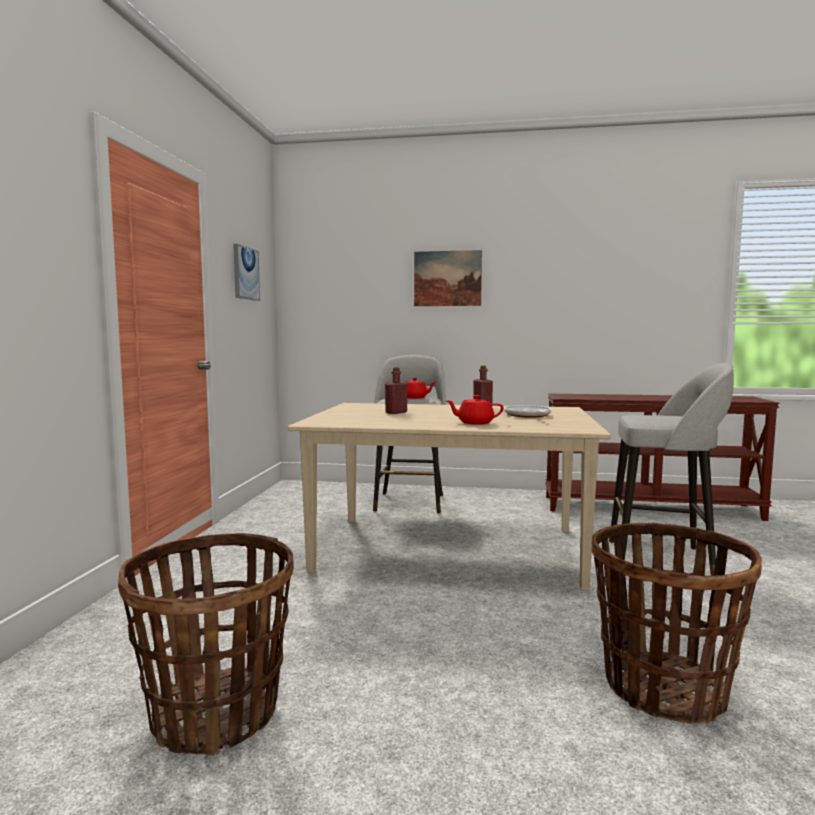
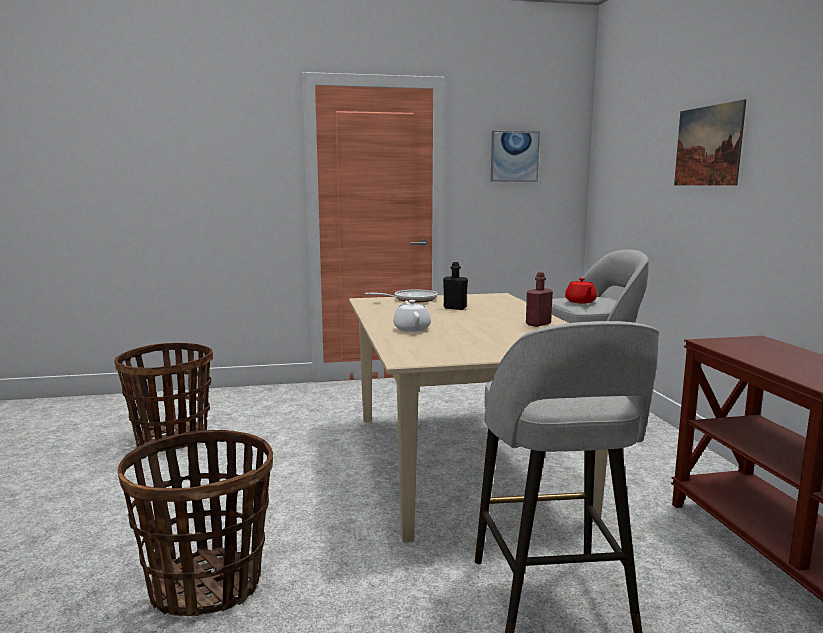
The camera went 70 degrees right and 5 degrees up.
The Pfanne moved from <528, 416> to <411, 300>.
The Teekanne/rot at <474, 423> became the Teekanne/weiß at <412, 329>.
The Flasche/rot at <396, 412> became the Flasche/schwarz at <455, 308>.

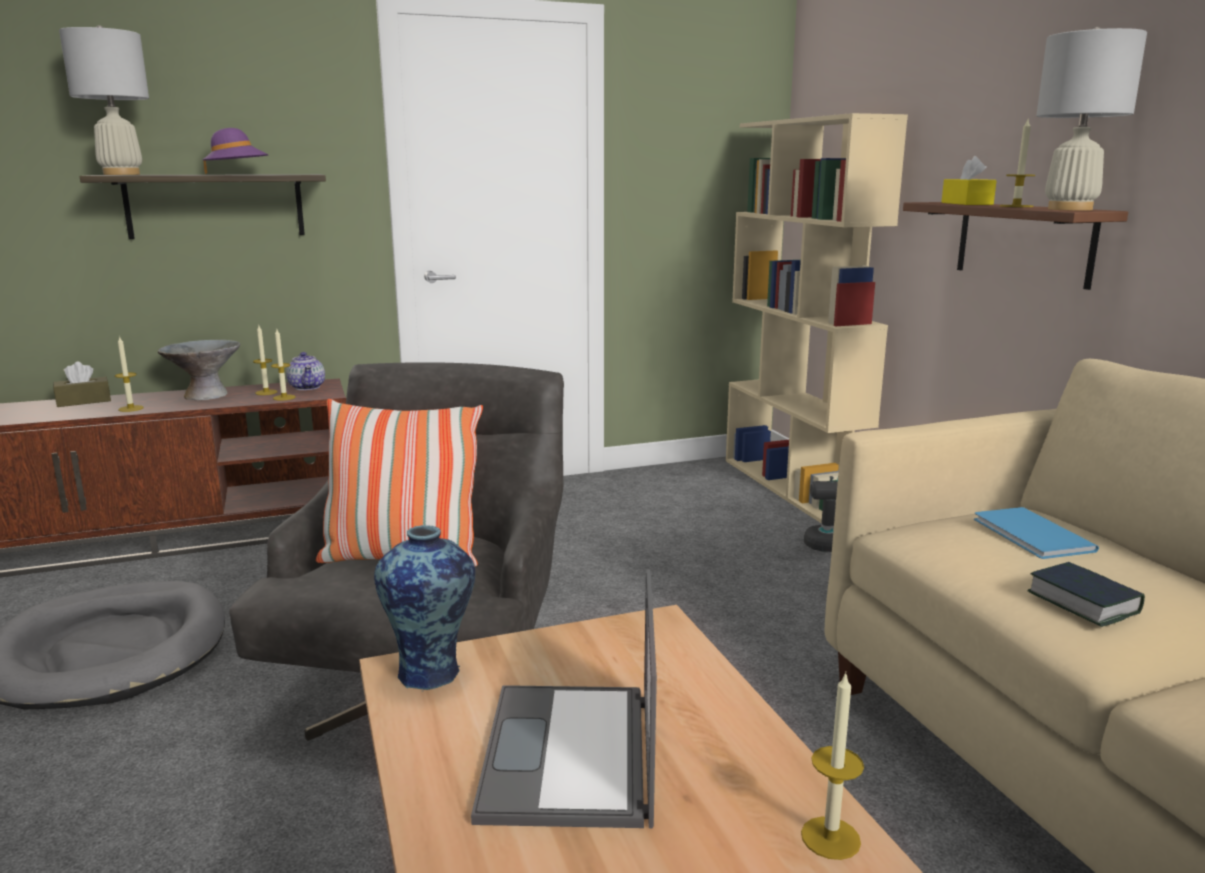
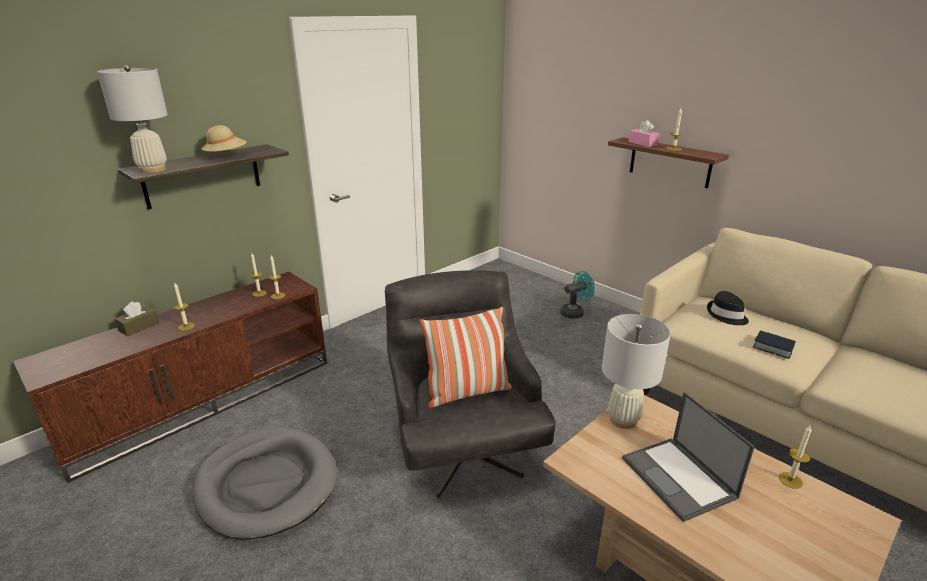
The camera went 25 degrees left and 10 degrees up.
The Hut/lila at <237, 174> became the Hut/beige at <226, 156>.
The Tischlampe/weiß moved from <1070, 209> to <623, 420>.
The Taschentuchbox/gelb at <966, 203> became the Taschentuchbox/rosa at <642, 143>.
The Buch/blau at <1032, 536> was replaced by the Hut/schwarz at <726, 315>.
The Schüssel/grau at <206, 395> disappeared.
The Teekanne at <307, 387> disappeared.
The Vase at <432, 672> disappeared.
The Bücherregal/beige at <793, 486> disappeared.

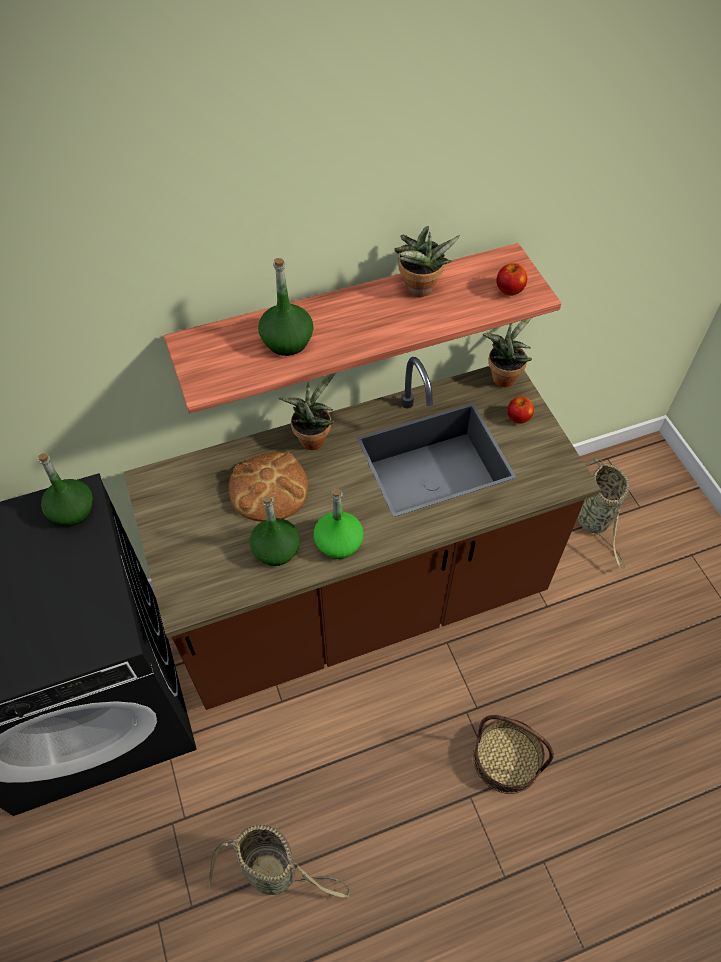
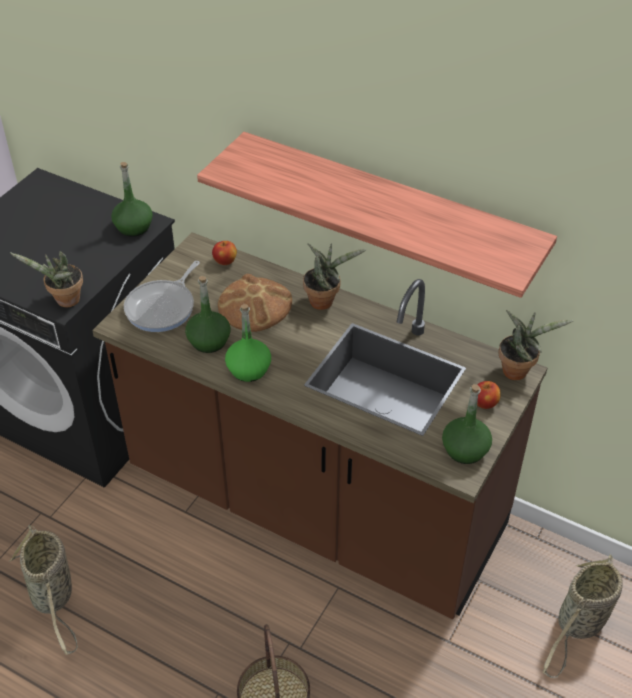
The camera went 50 degrees right and 10 degrees down.
The Topfpflanze moved from <419, 291> to <64, 301>.
The Pfanne at <163, 307> appeared.
The Apfel moved from <509, 290> to <225, 261>.
The Flasche/grün moved from <287, 341> to <465, 449>.

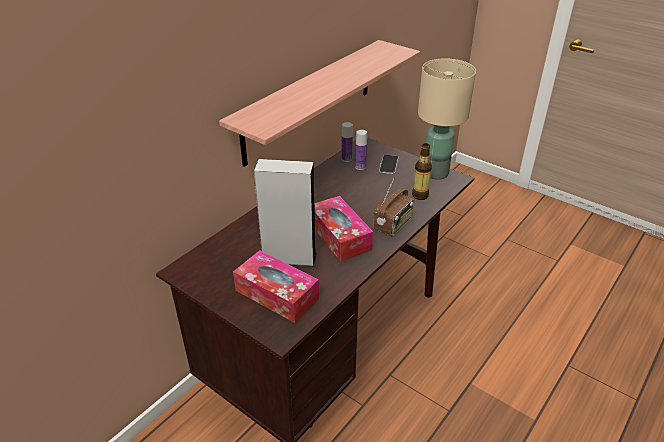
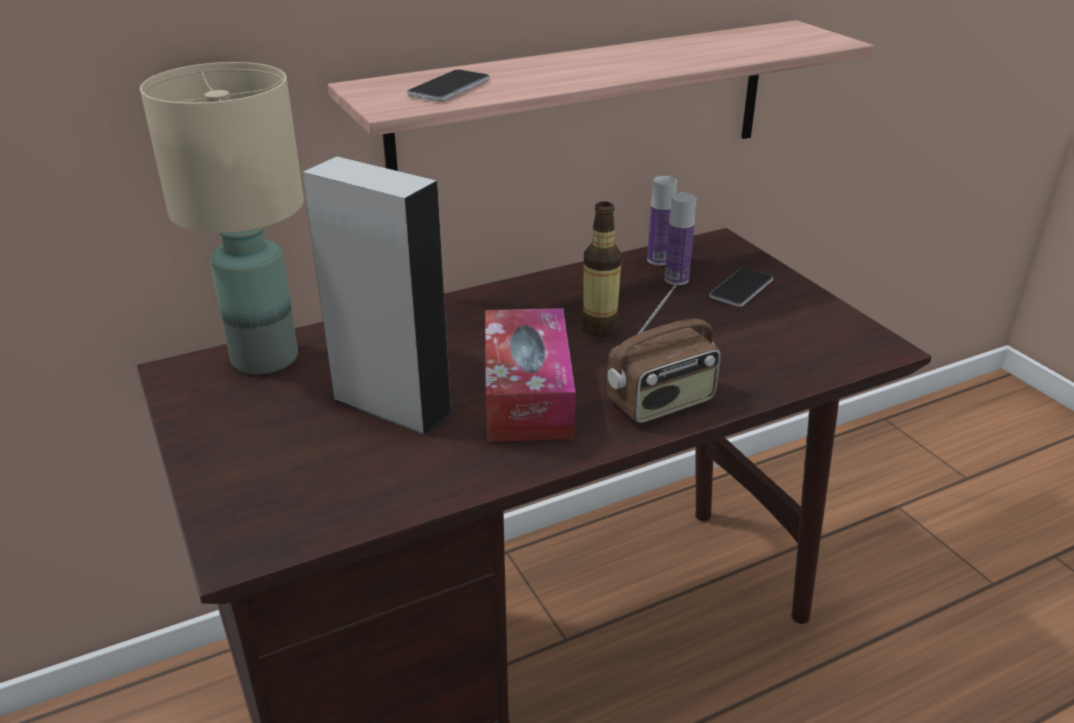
The camera went 25 degrees right and 5 degrees down.
The Tischlampe/beige moved from <435, 173> to <264, 359>.
The Handy at <449, 88> appeared.
The Flasche moved from <420, 195> to <599, 328>.
The Taschentuchbox at <277, 294> disappeared.

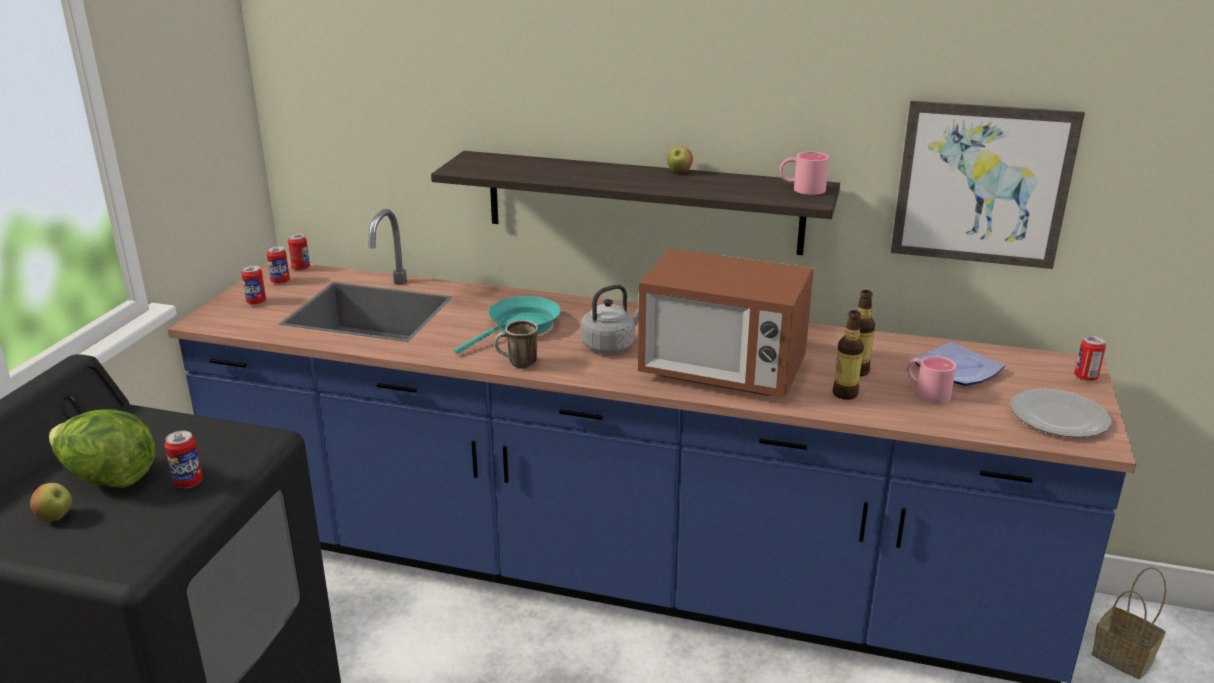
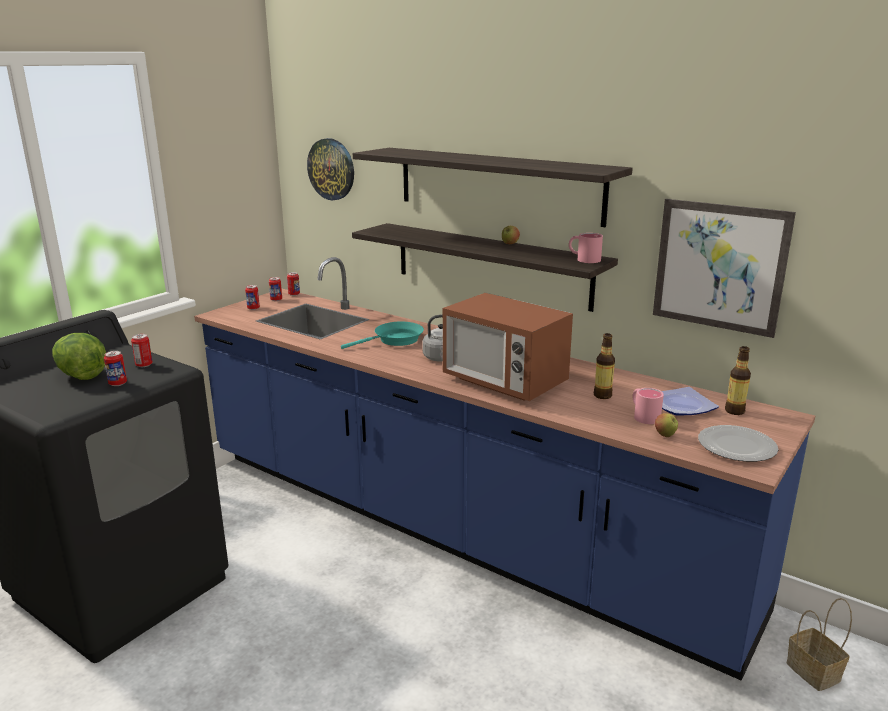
The camera went 20 degrees right and 5 degrees down.
The Dose moved from <1085, 377> to <144, 365>.
The Wanduhr at <331, 169> appeared.
The Wandregal at <497, 185> appeared.
The Apfel moved from <56, 517> to <665, 435>.
The Flasche moved from <845, 394> to <734, 411>.
The Henkelbecher at <517, 364> disappeared.

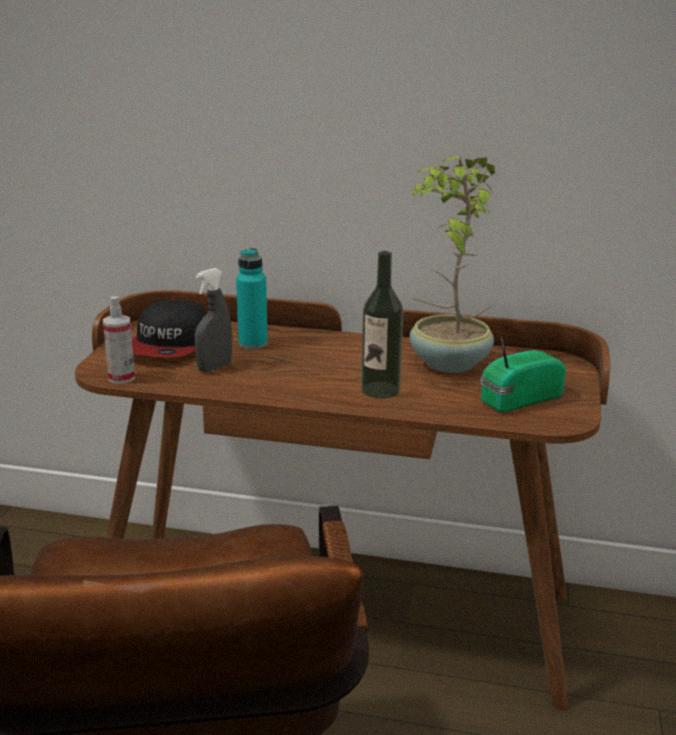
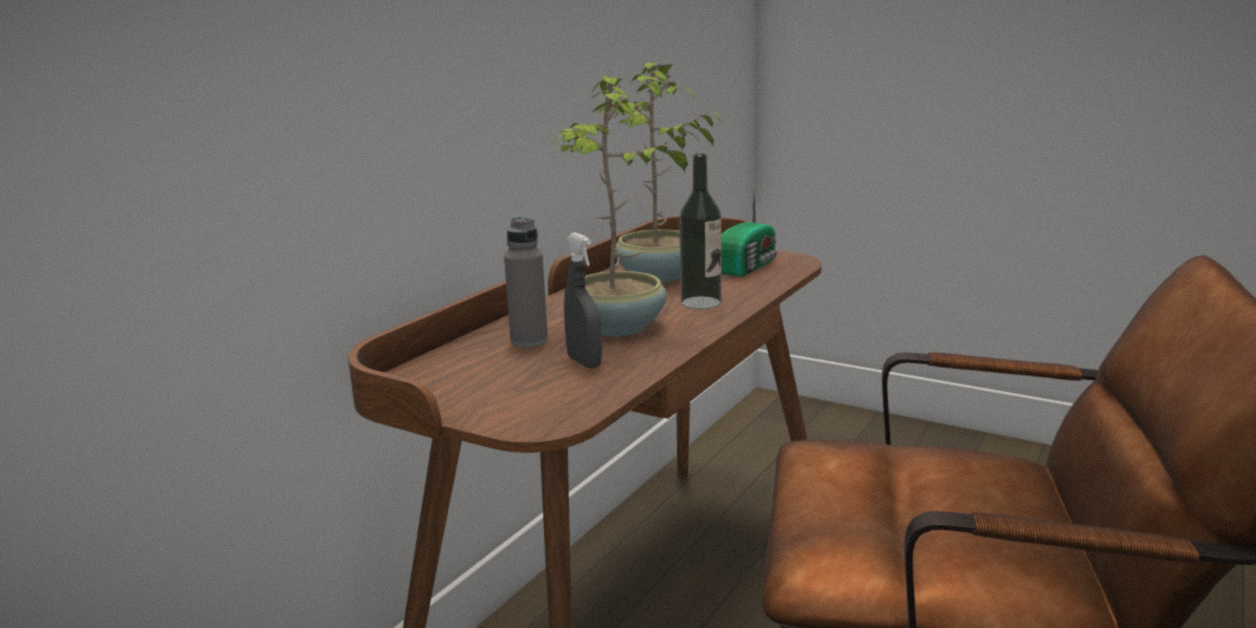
The camera went 70 degrees left and 5 degrees down.
The Flasche/türkis at <253, 344> became the Flasche/grau at <529, 341>.
The Topfpflanze at <618, 328> appeared.
The Radio at <517, 399> turned 135 degrees counterclockwise.
The Sprühflasche at <121, 378> disappeared.
The Kappe at <169, 346> disappeared.

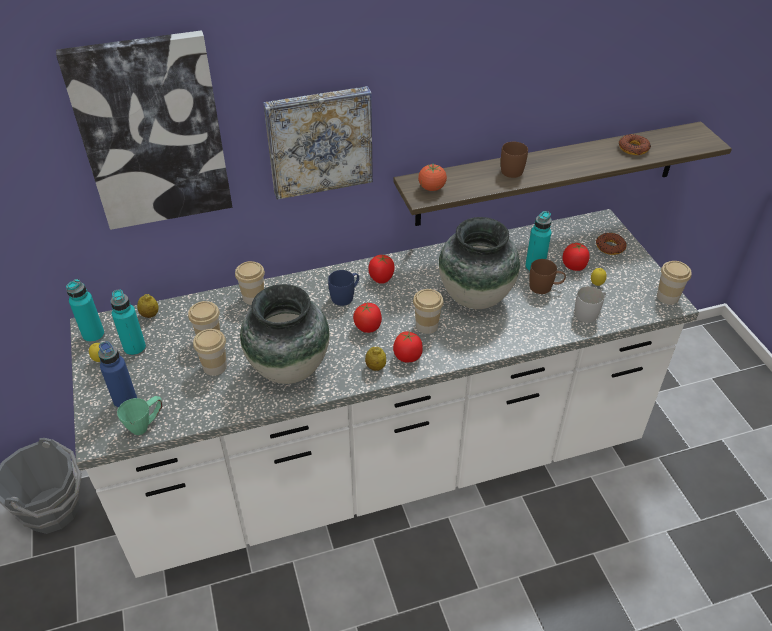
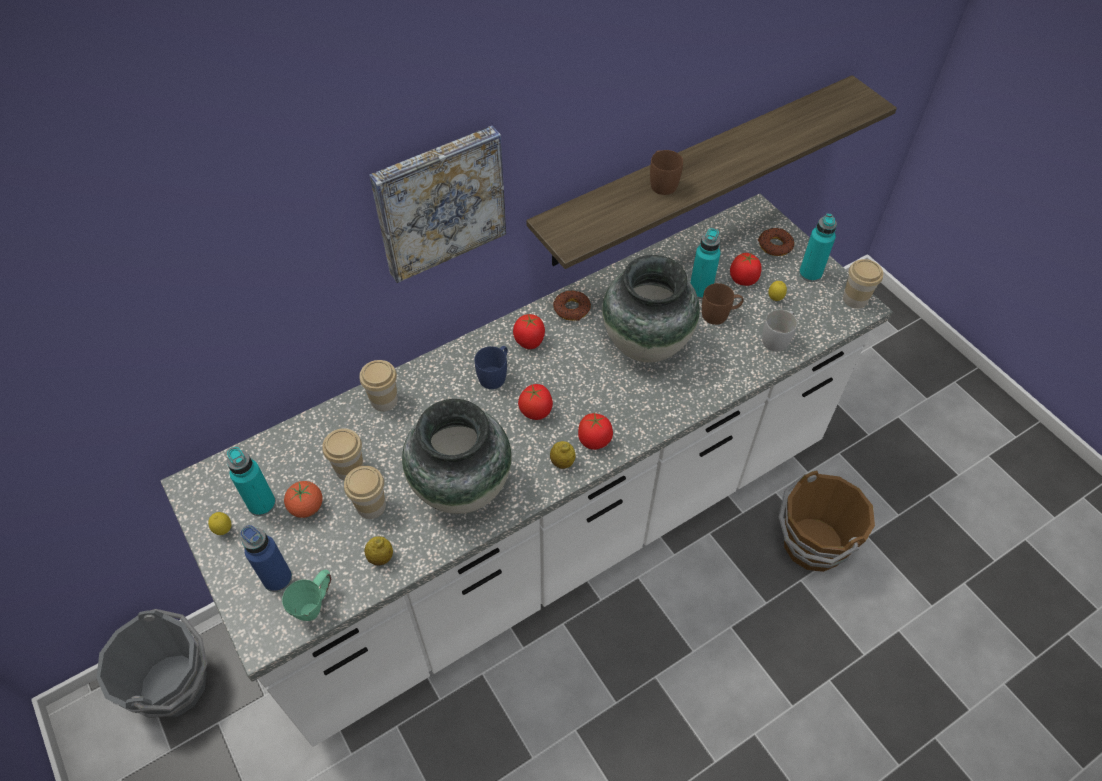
The camera went 15 degrees left and 10 degrees up.
The Tomate moved from <431, 188> to <307, 507>.
The Zitrone moved from <150, 315> to <381, 557>.
The Donut moved from <633, 148> to <572, 309>.
The Eimer/braun at <812, 544> appeared.
The Flasche/türkis moved from <94, 335> to <810, 274>.
The Bild at <152, 133> disappeared.
The Tasse at <427, 325> disappeared.

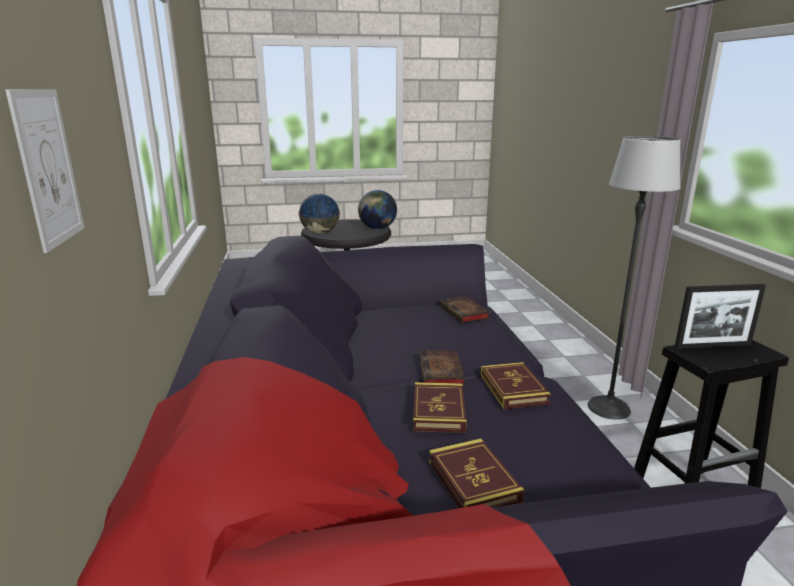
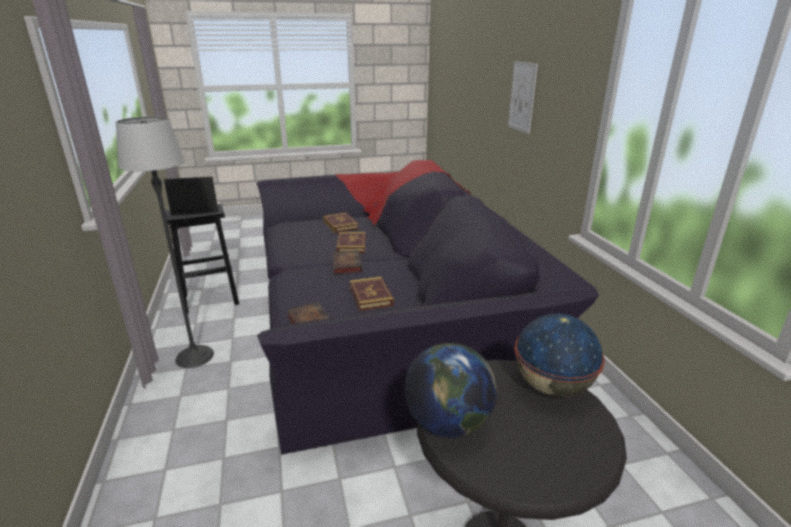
The camera went 175 degrees right and 5 degrees up.
The Buch moved from <513, 389> to <371, 296>.

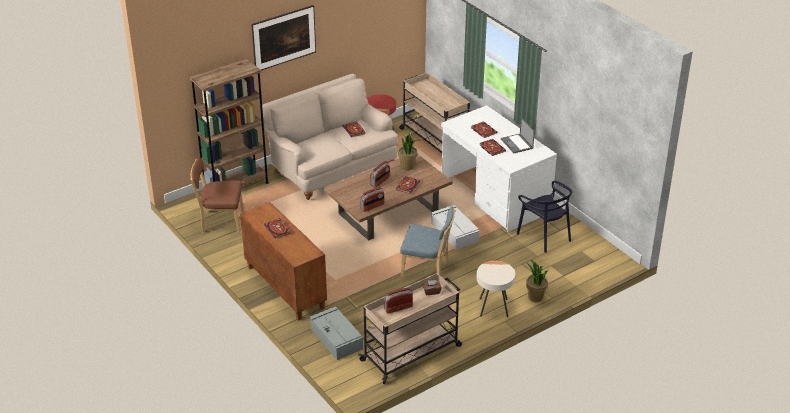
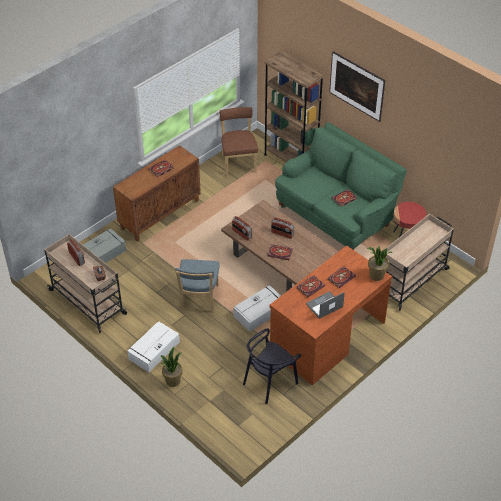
The camera went 80 degrees right and 10 degrees up.
The Beistelltisch/beige at <493, 308> was replaced by the Aufbewahrungsbox/weiß at <153, 351>.
The Schreibtisch/weiß at <494, 196> became the Schreibtisch/braun at <327, 337>.
The Sofa/beige at <332, 168> became the Sofa/grün at <336, 215>.
The Topfpflanze moved from <407, 166> to <376, 276>.

